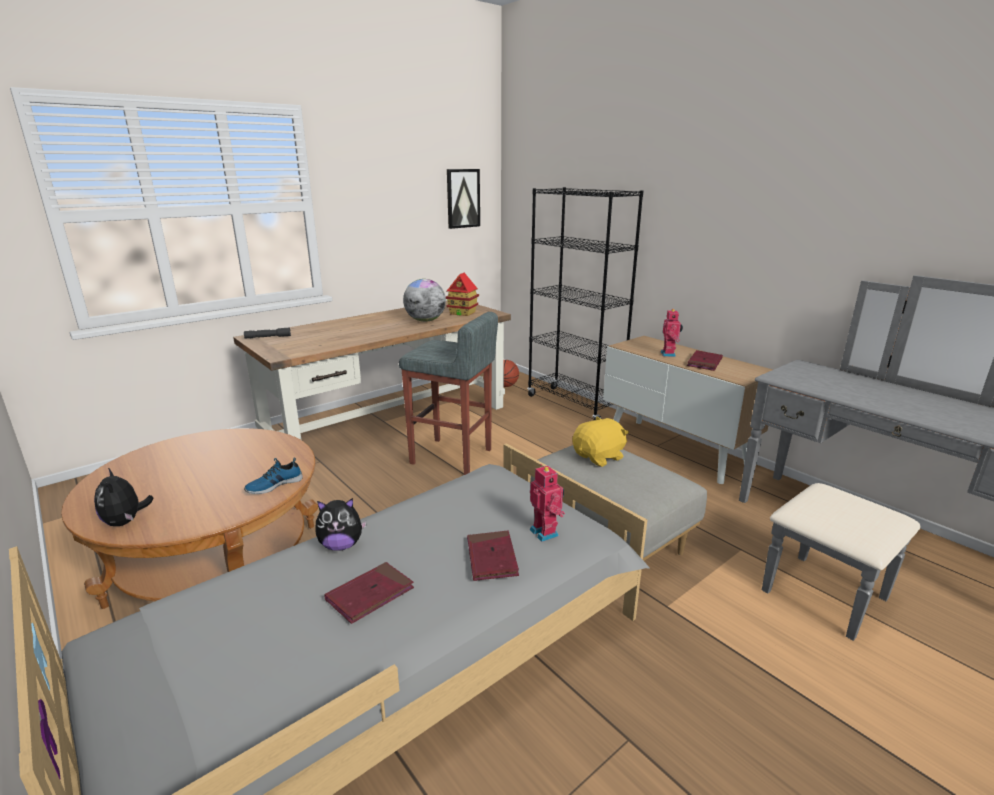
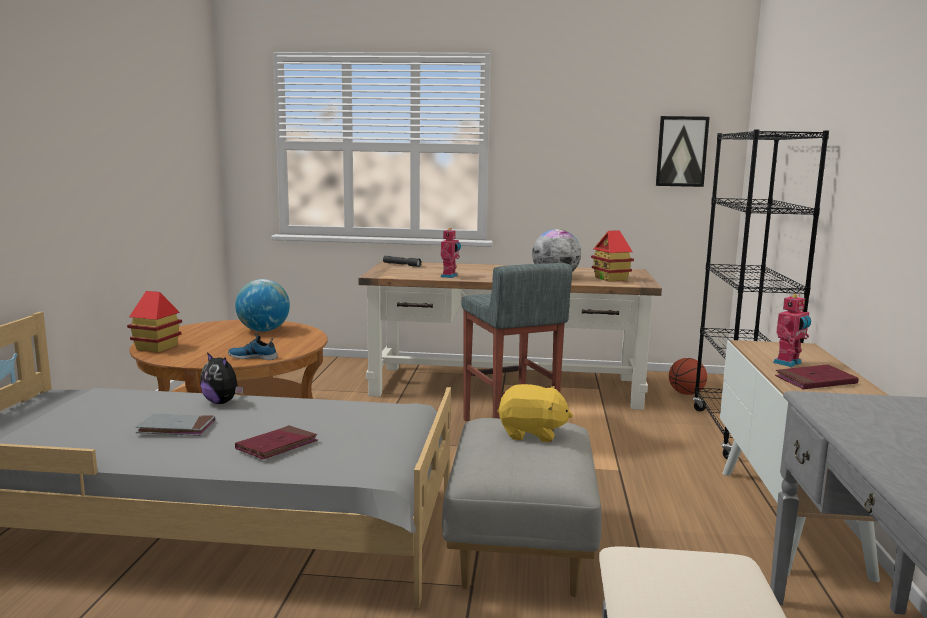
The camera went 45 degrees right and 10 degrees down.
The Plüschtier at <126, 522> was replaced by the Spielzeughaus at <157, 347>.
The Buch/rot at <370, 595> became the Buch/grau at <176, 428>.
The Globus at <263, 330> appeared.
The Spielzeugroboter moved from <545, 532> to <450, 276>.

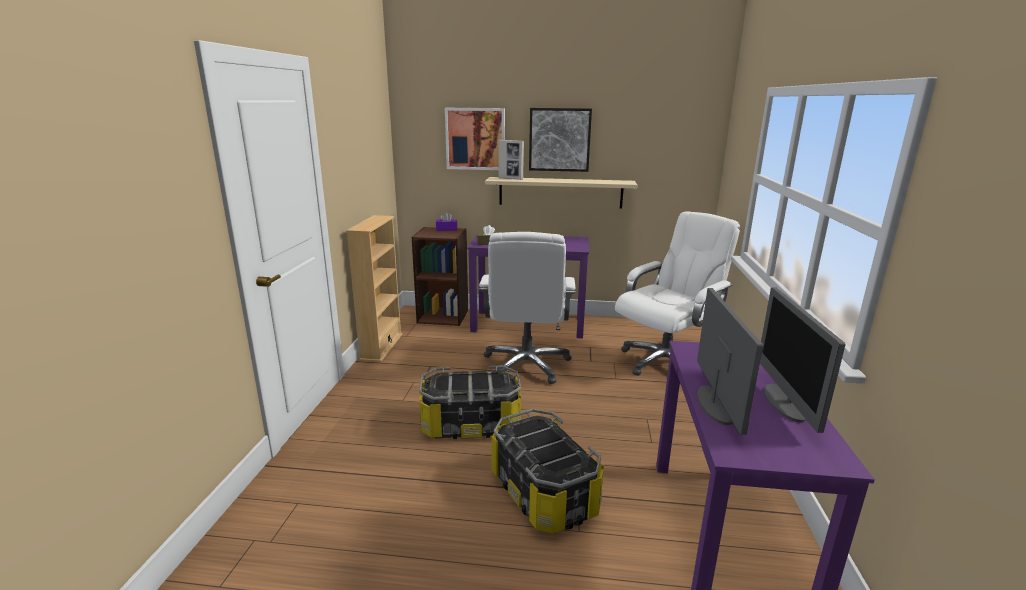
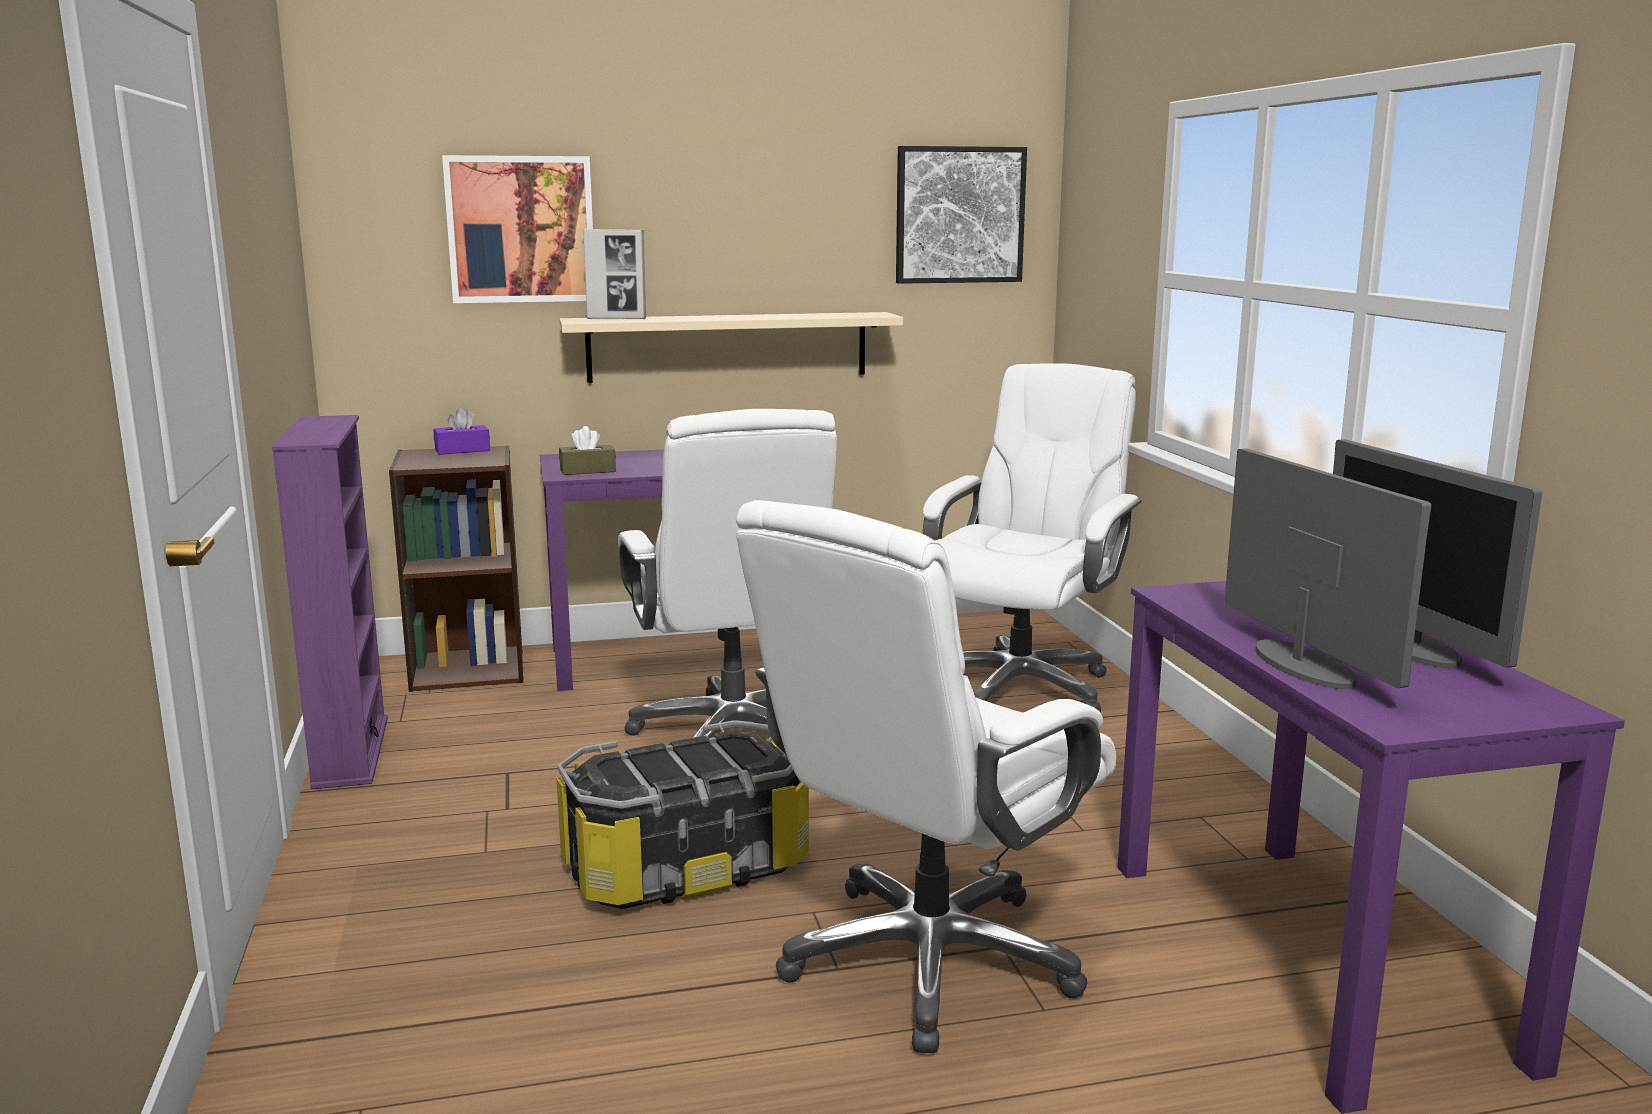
The camera went 20 degrees left and 5 degrees down.
The Bücherregal/beige at <381, 347> became the Bücherregal/lila at <350, 752>.
The Aufbewahrungsbox at <542, 493> was replaced by the Bürostuhl/weiß at <928, 961>.
The Bild moved from <559, 139> to <959, 215>.

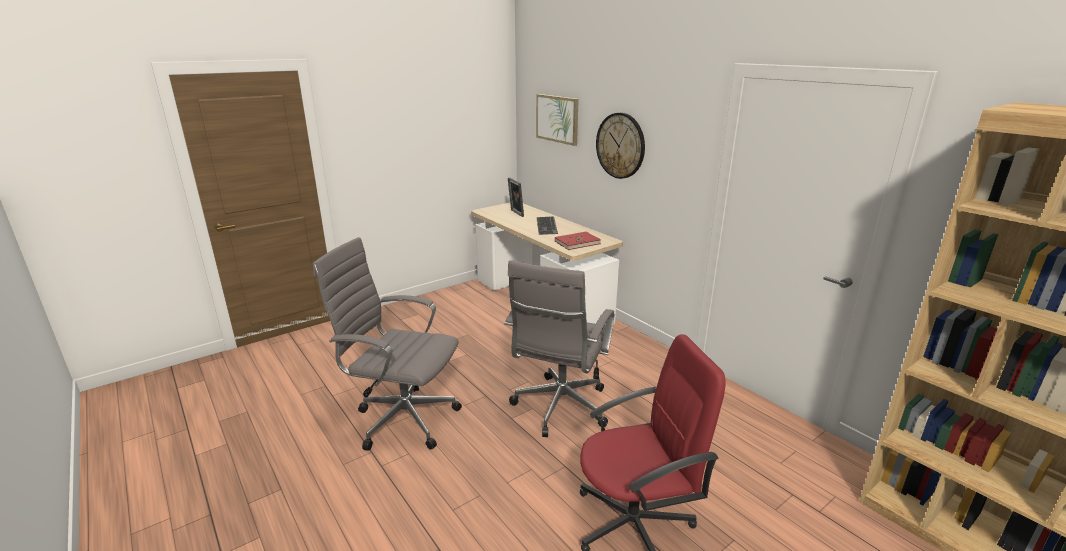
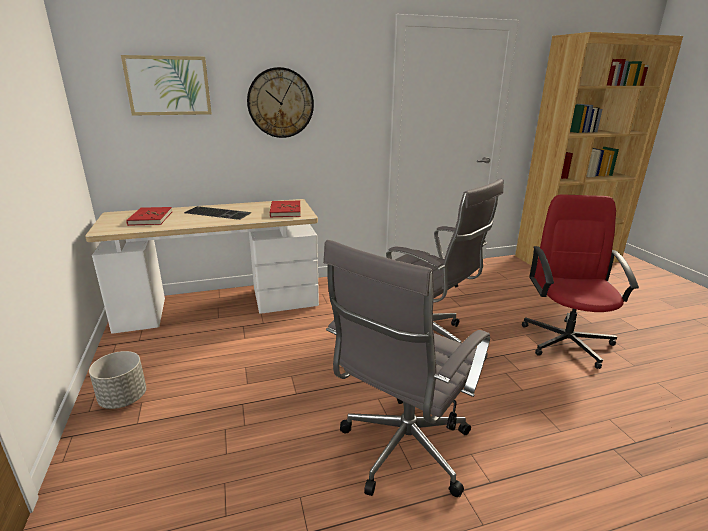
The camera went 70 degrees left and 0 degrees up.
The Pflanzkübel/grau at <124, 398> appeared.
The Bilderrahmen at <515, 213> was replaced by the Buch/rot at <150, 218>.

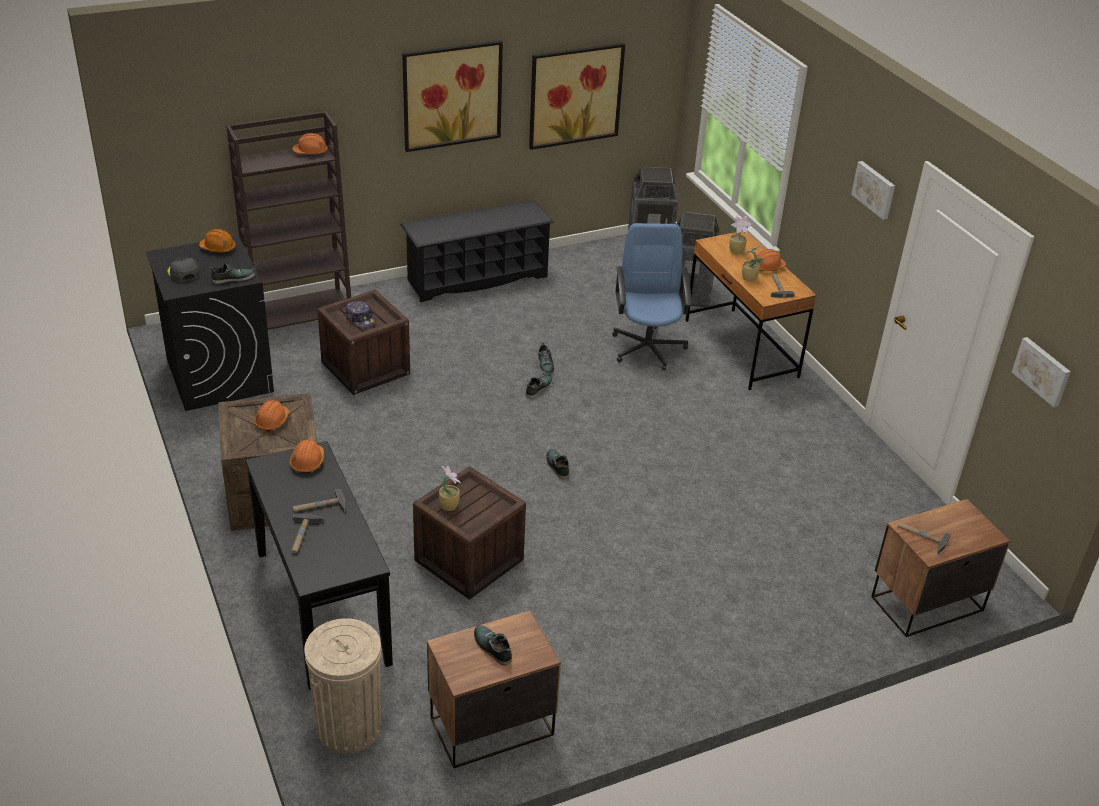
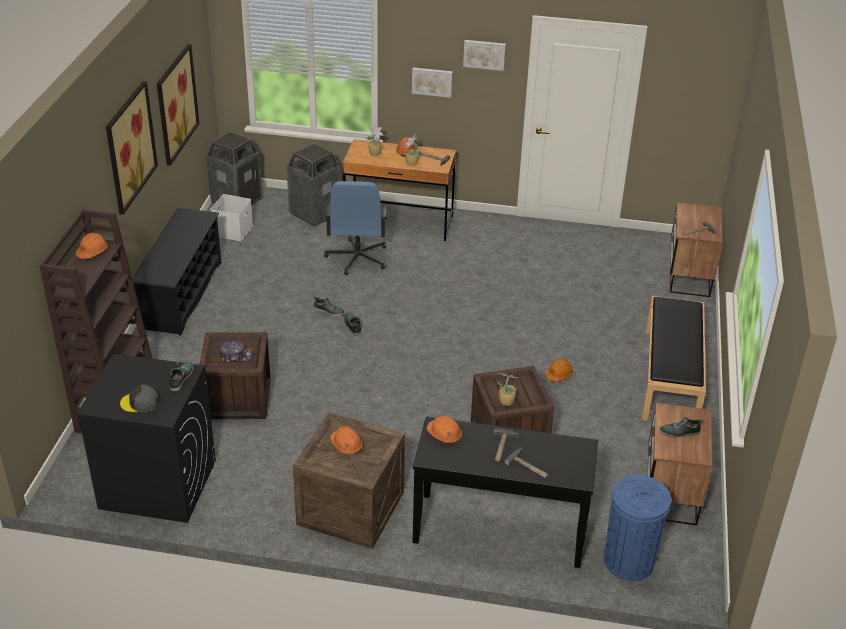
The camera went 55 degrees left and 0 degrees up.
The Aufbewahrungsbox/weiß at <232, 230> appeared.
The Bürostuhl/blau at <648, 347> turned 120 degrees counterclockwise.
The Bild moved from <1042, 371> to <432, 81>.
The Schutzhelm/orange moved from <218, 248> to <558, 375>.
The Mülleimer/beige at <349, 727> became the Mülleimer/blau at <628, 561>.
The Bank/schwarz at <671, 377> appeared.
The Schuh at <557, 466> disappeared.

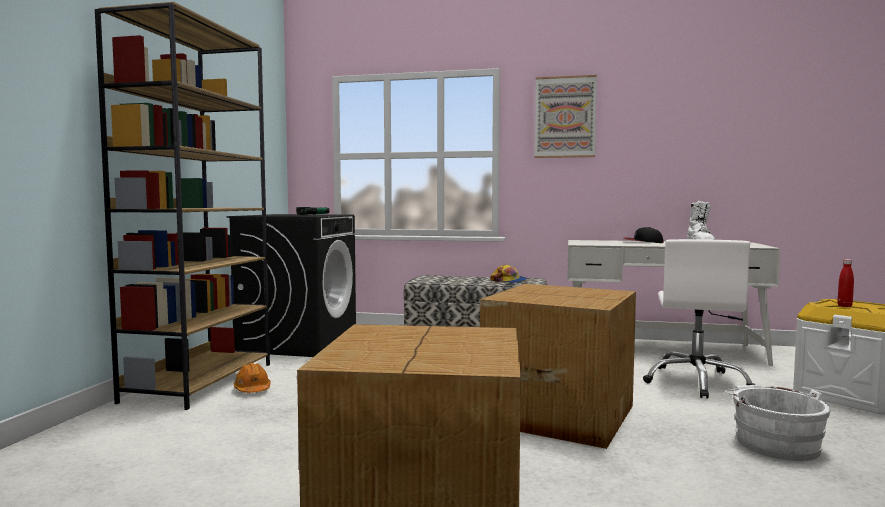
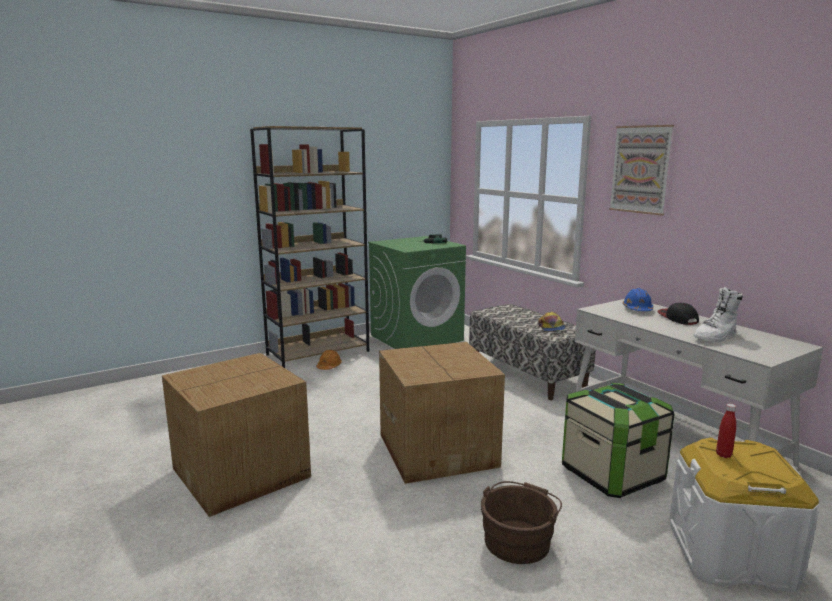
The camera went 45 degrees right and 10 degrees up.
The Waschmaschine/schwarz at <298, 343> became the Waschmaschine/grün at <417, 338>.
The Eimer/weiß at <773, 443> became the Eimer/braun at <518, 539>.
The Bürostuhl/weiß at <697, 382> was replaced by the Aufbewahrungsbox at <611, 474>.
The Schutzhelm/blau at <637, 309> appeared.

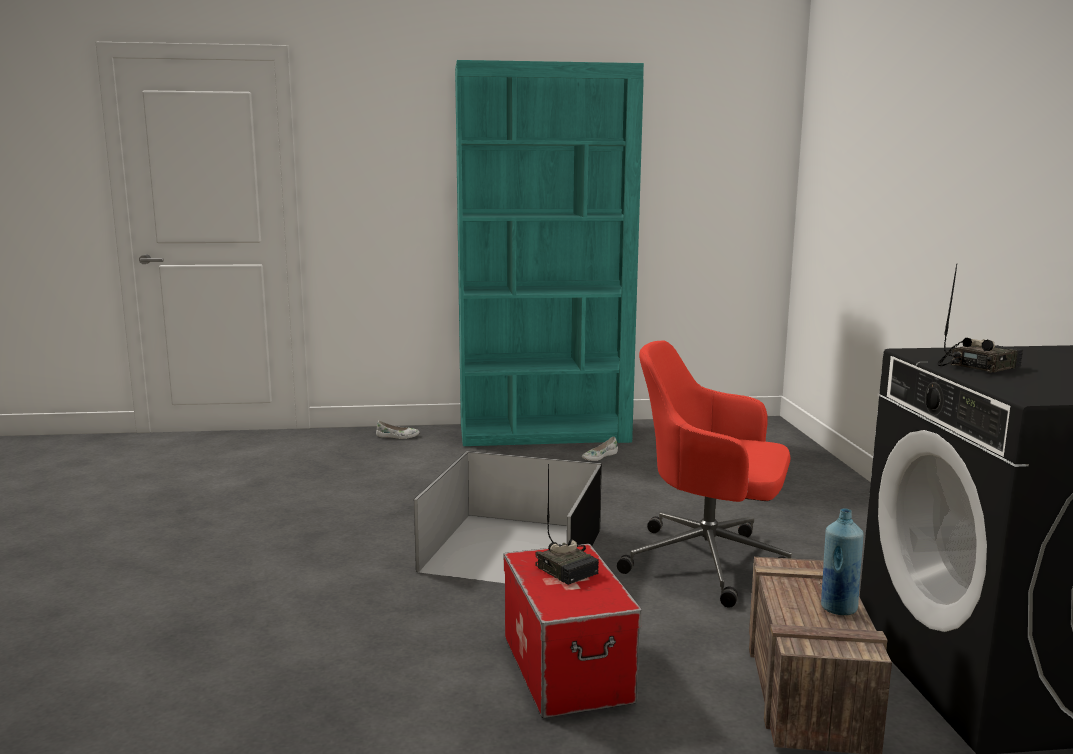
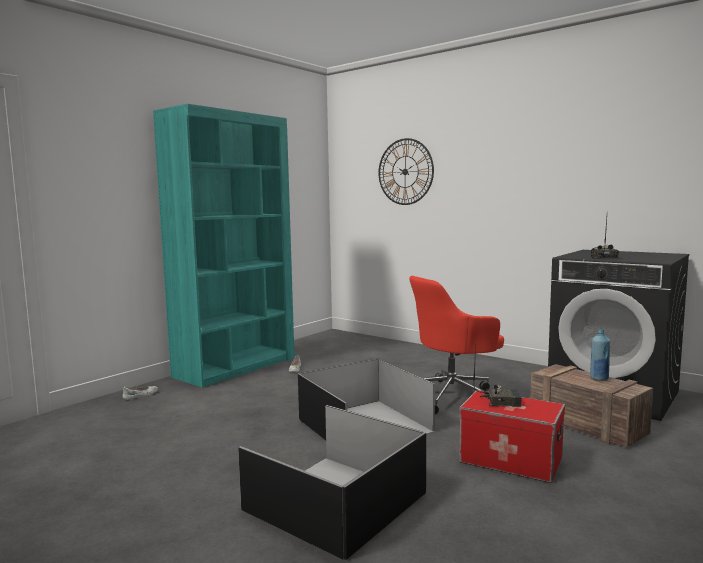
The camera went 45 degrees left and 5 degrees down.
The Aufbewahrungsbox/schwarz at <336, 500> appeared.
The Wanduhr at <405, 172> appeared.

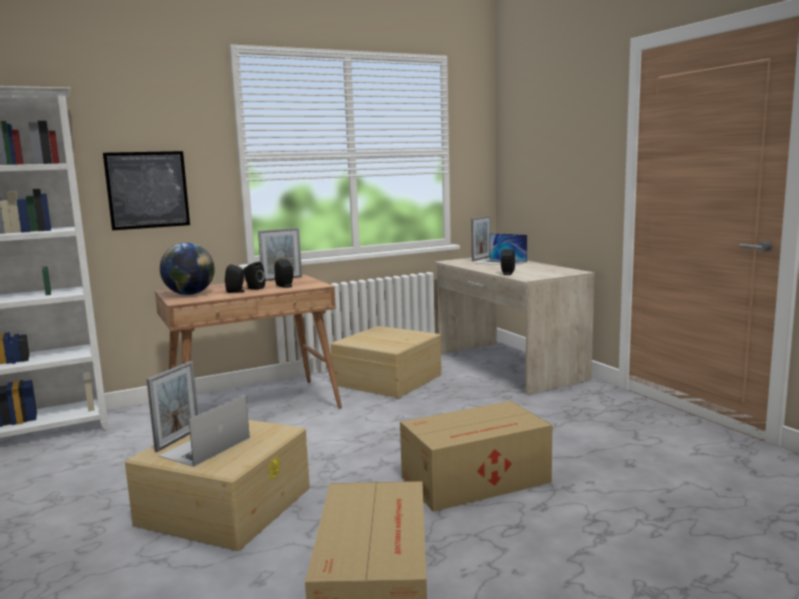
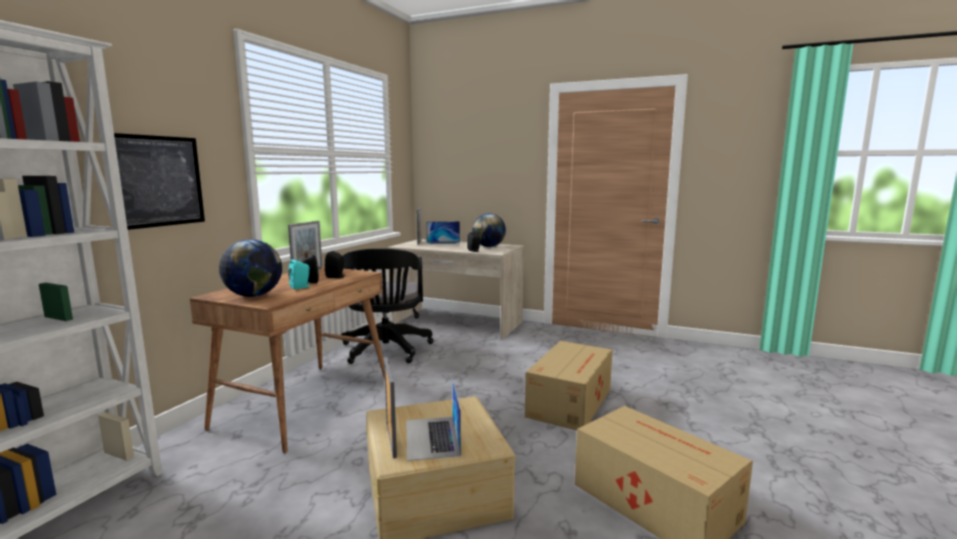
The camera went 40 degrees left and 0 degrees up.
The Lautsprecher/schwarz at <237, 291> became the Lautsprecher/türkis at <301, 287>.
The Aufbewahrungsbox/beige at <387, 379> was replaced by the Bürostuhl/schwarz at <385, 351>.
The Globus at <489, 246> appeared.

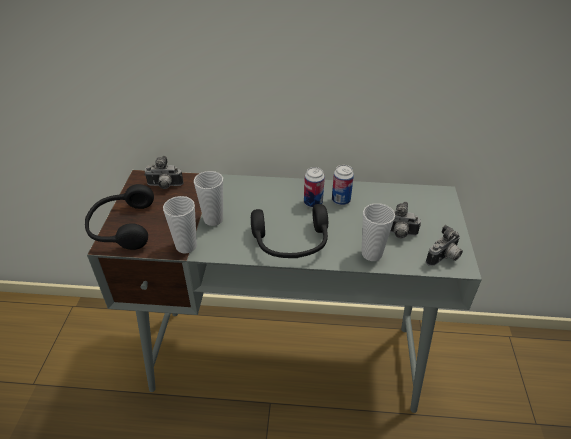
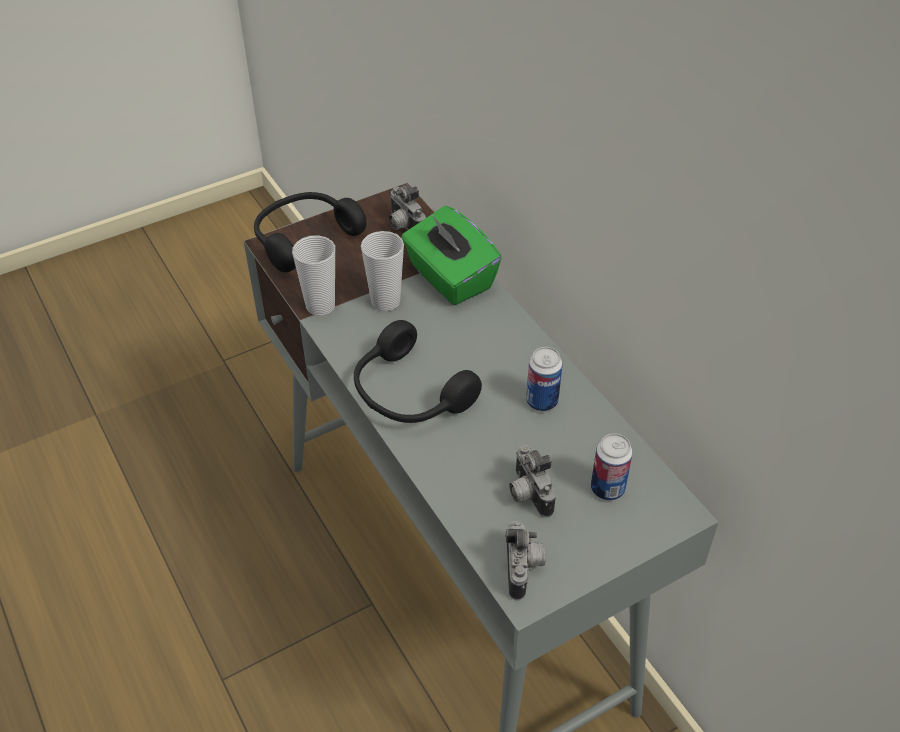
The camera went 55 degrees right and 5 degrees up.
The Taschentuchbox/grün at <449, 278> appeared.
The Kamera at <444, 258> turned 105 degrees counterclockwise.
The Dose moved from <313, 203> to <607, 489>.
The Tasse at <371, 254> disappeared.

